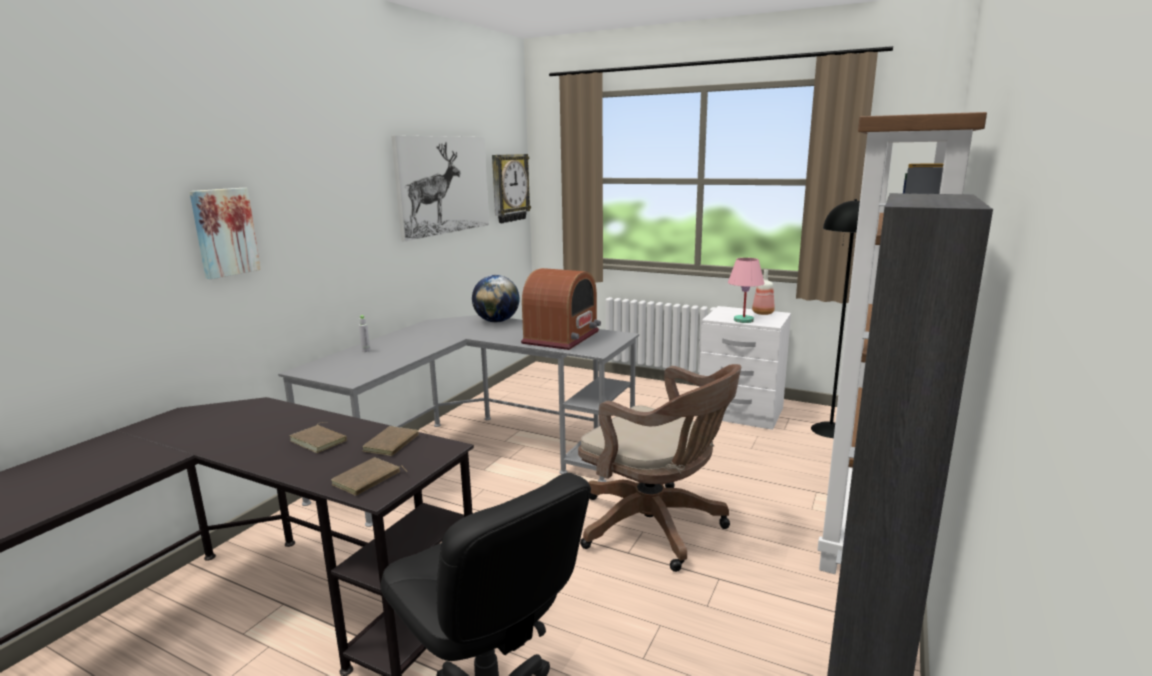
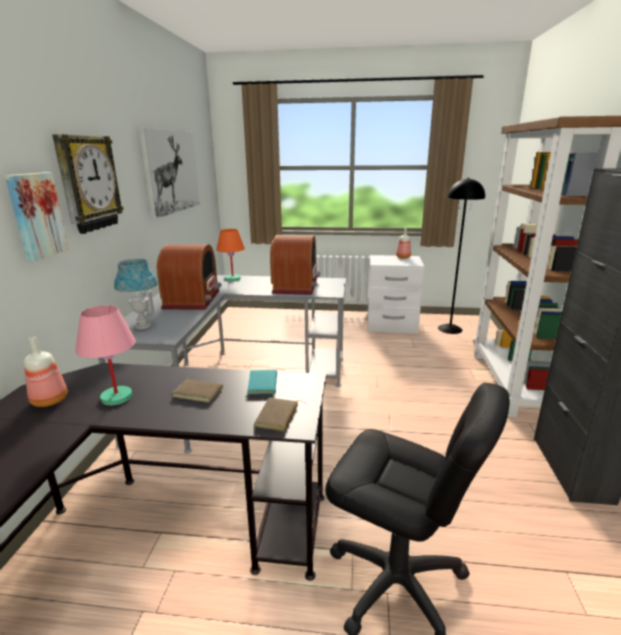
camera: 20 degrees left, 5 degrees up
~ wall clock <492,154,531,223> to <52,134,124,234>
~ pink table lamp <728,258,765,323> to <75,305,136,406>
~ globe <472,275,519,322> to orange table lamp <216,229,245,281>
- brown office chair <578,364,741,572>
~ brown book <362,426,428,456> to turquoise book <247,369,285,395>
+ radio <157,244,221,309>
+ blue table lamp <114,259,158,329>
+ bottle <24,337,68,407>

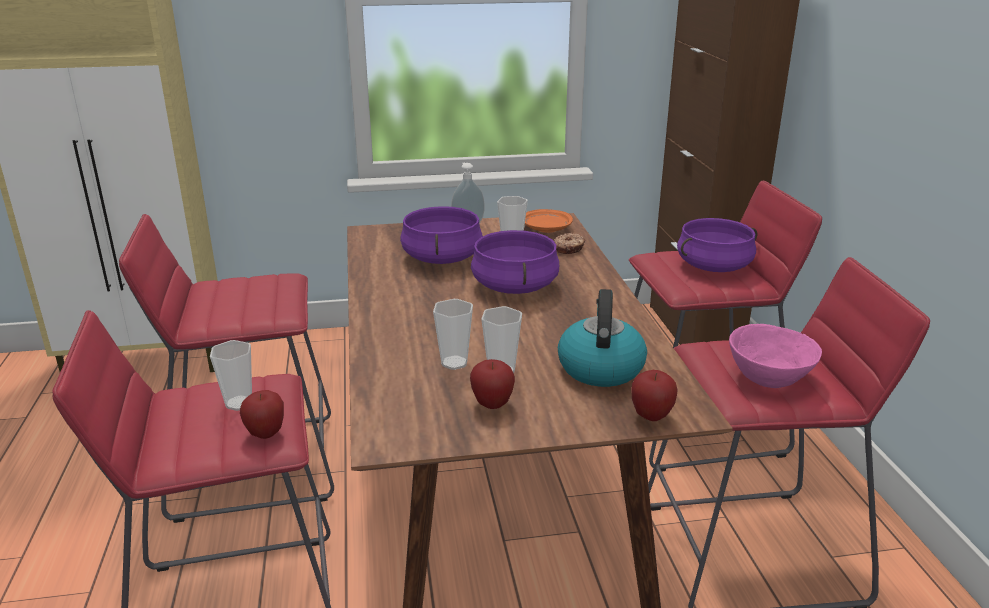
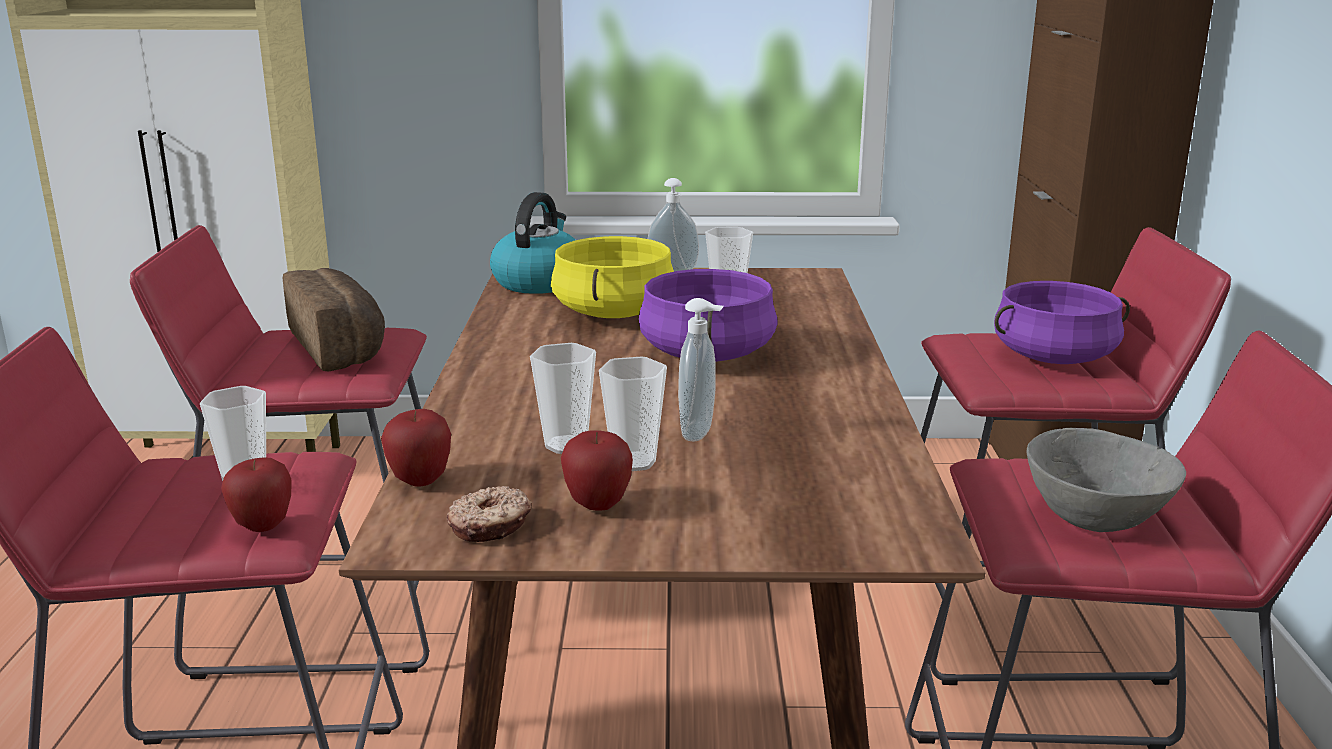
camera: 10 degrees right, 5 degrees down
~ purple cooking pot <400,206,483,264> to yellow cooking pot <551,236,674,318>
- orange plate <525,209,573,233>
~ donut <554,233,585,254> to <447,486,532,542>
~ kettle <558,289,647,387> to <490,192,575,294>
~ pink bowl <729,324,822,388> to grey bowl <1027,428,1186,532>
~ apple <632,370,677,421> to <381,409,451,487>
+ bread <283,268,385,371>
+ soap dispenser <678,298,724,441>

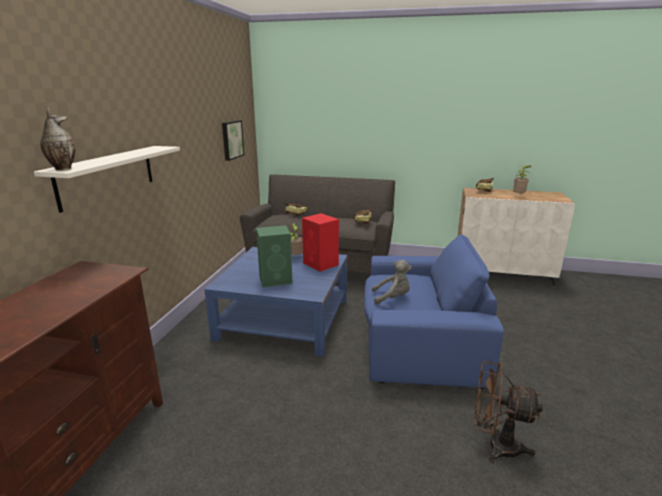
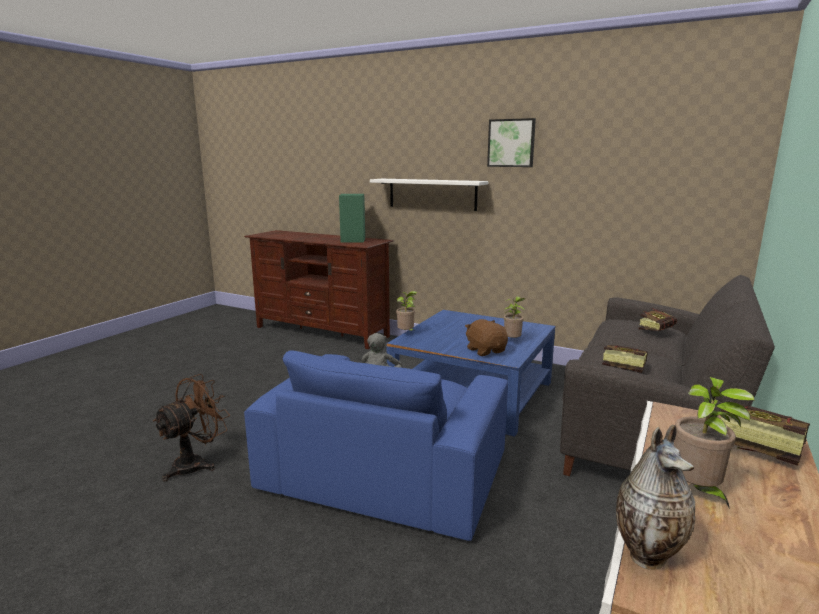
camera: 105 degrees right, 5 degrees down
~ vase <40,108,75,170> to <616,425,695,570>
~ picture <222,120,244,161> to <487,118,536,167>
~ red speaker <302,213,339,272> to brown plush toy <465,319,508,356>
~ green speaker <256,225,293,287> to <339,194,365,243>
+ potted plant <396,291,417,331>

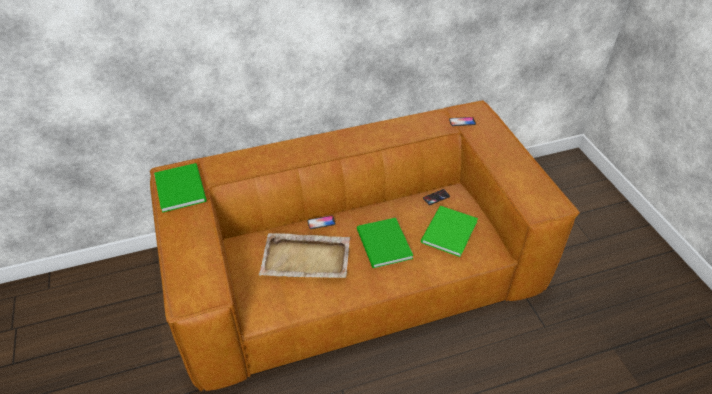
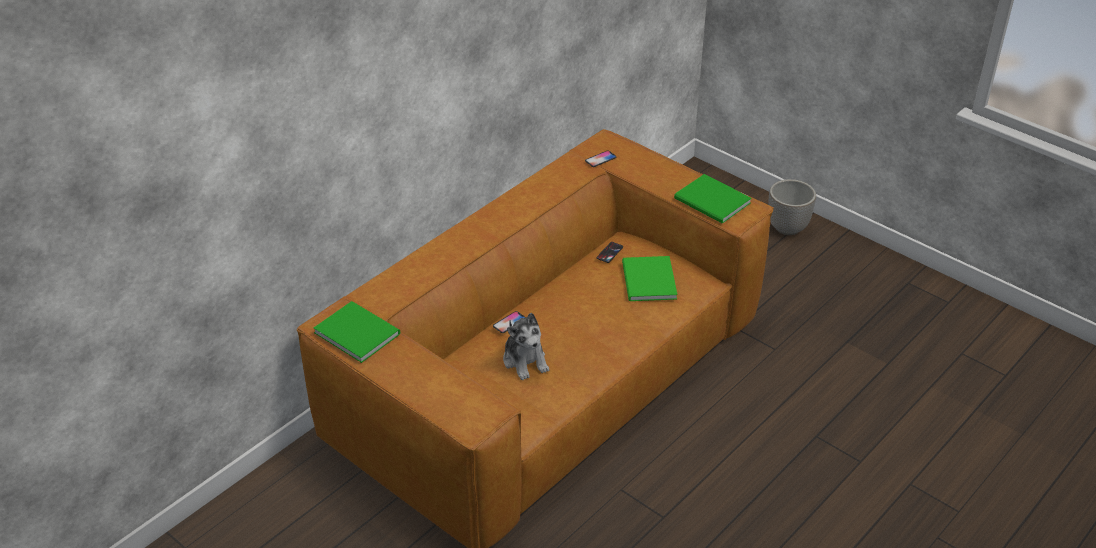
camera: 30 degrees left, 5 degrees down
~ green book <357,218,413,268> to <674,174,752,224>
~ beige tray <259,233,350,278> to plush toy <503,313,549,380>
+ planter <768,179,816,235>

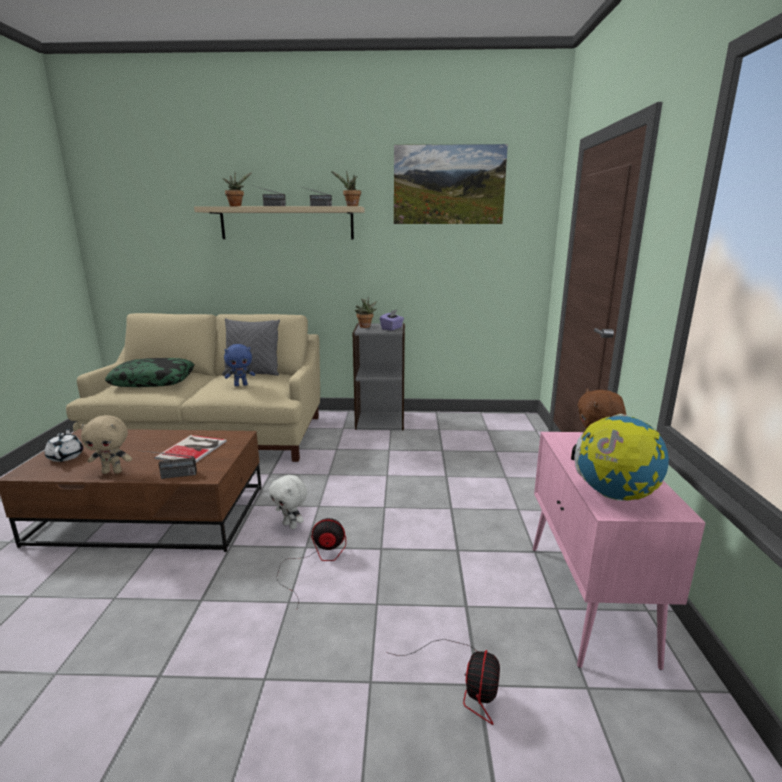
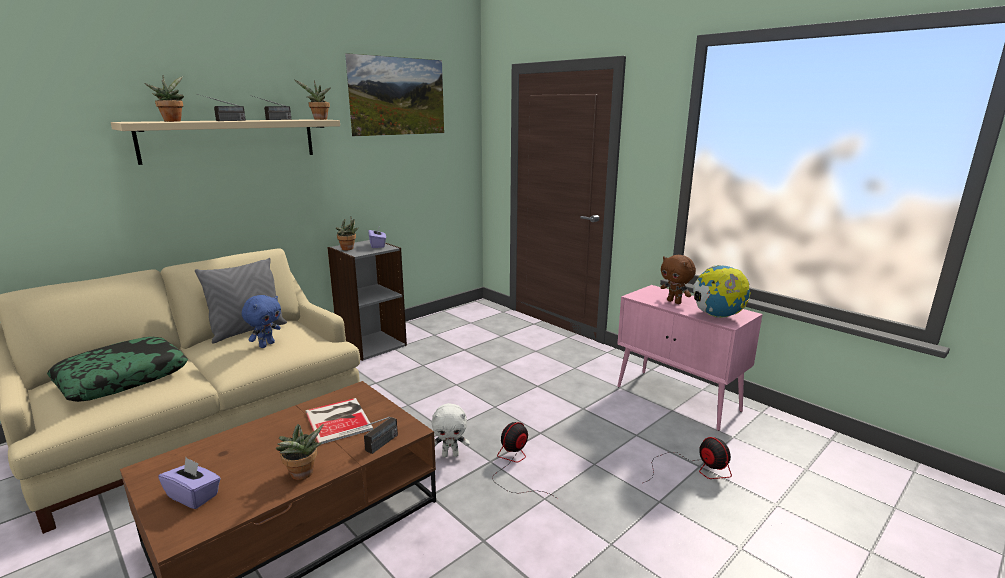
camera: 45 degrees left, 0 degrees up
~ beige plush toy <79,415,132,474> to potted plant <276,424,324,480>
~ white teapot <45,428,83,462> to purple tissue box <158,457,221,509>

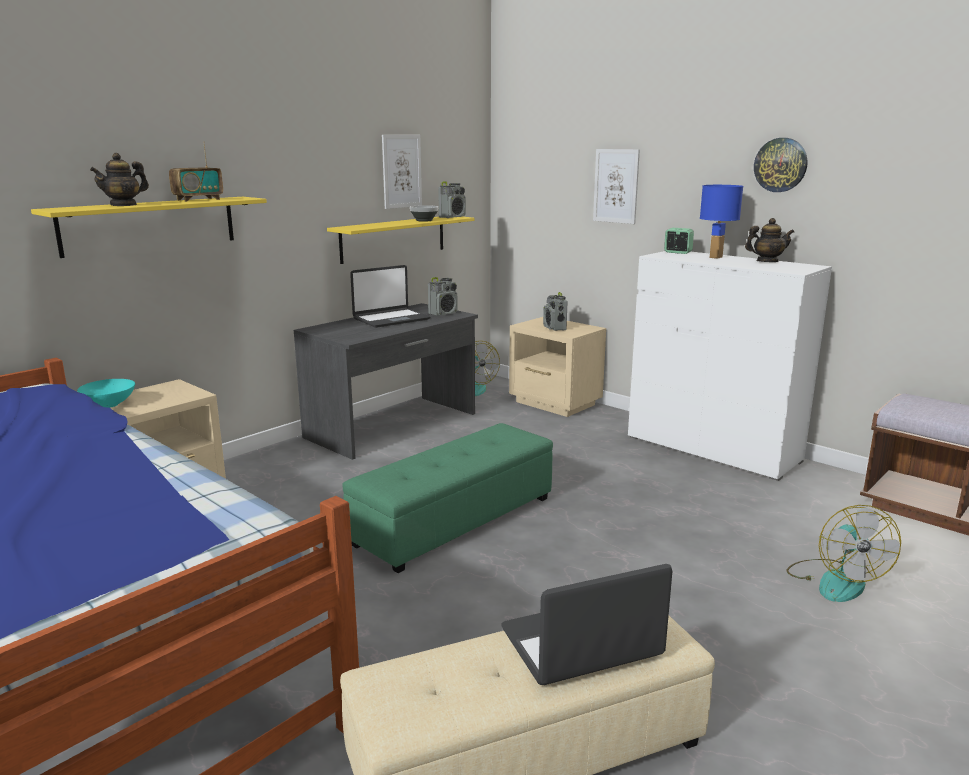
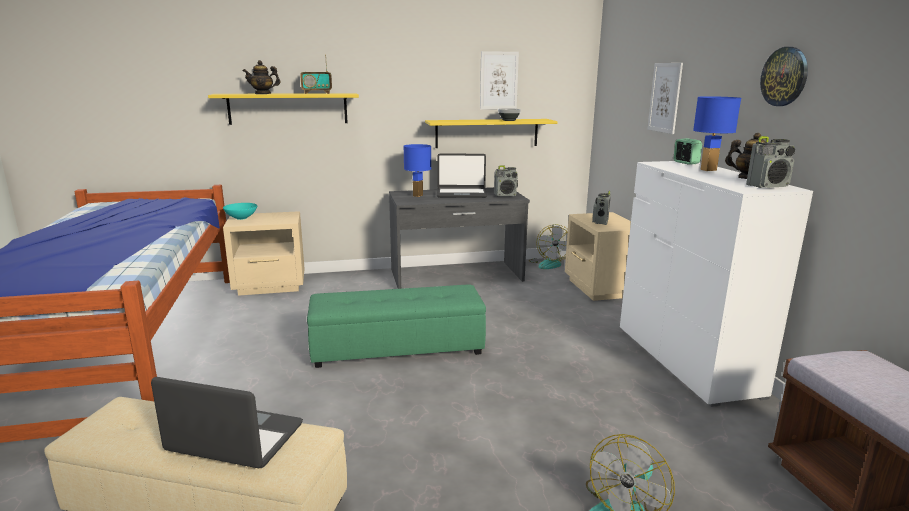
camera: 35 degrees right, 0 degrees up
~ radio <438,181,466,218> to <746,136,795,188>
+ blue table lamp <403,144,431,197>

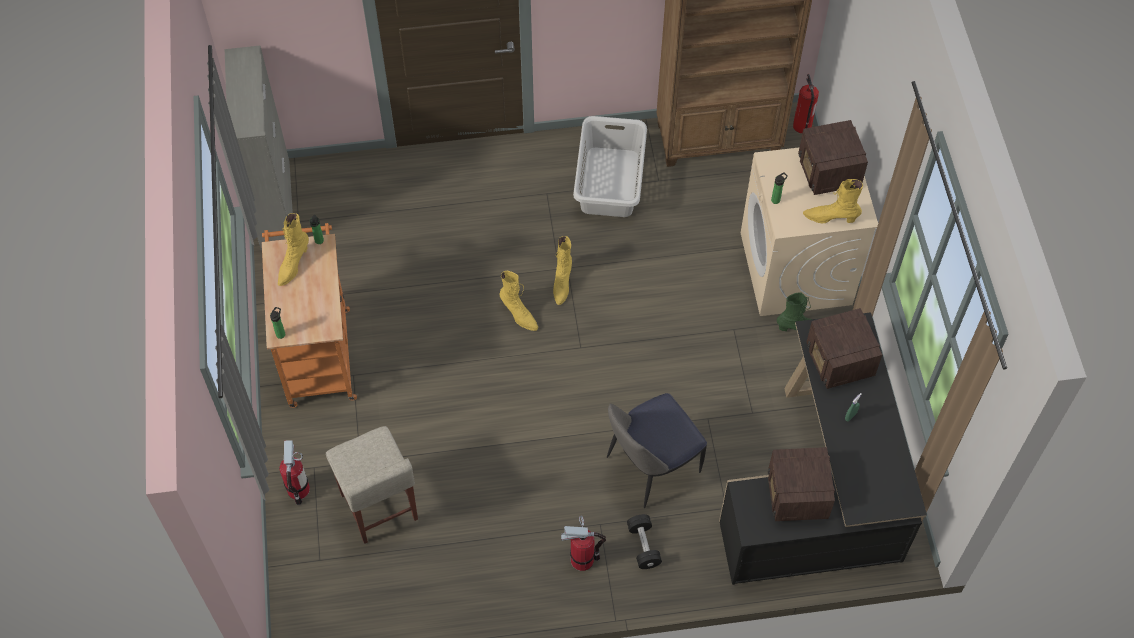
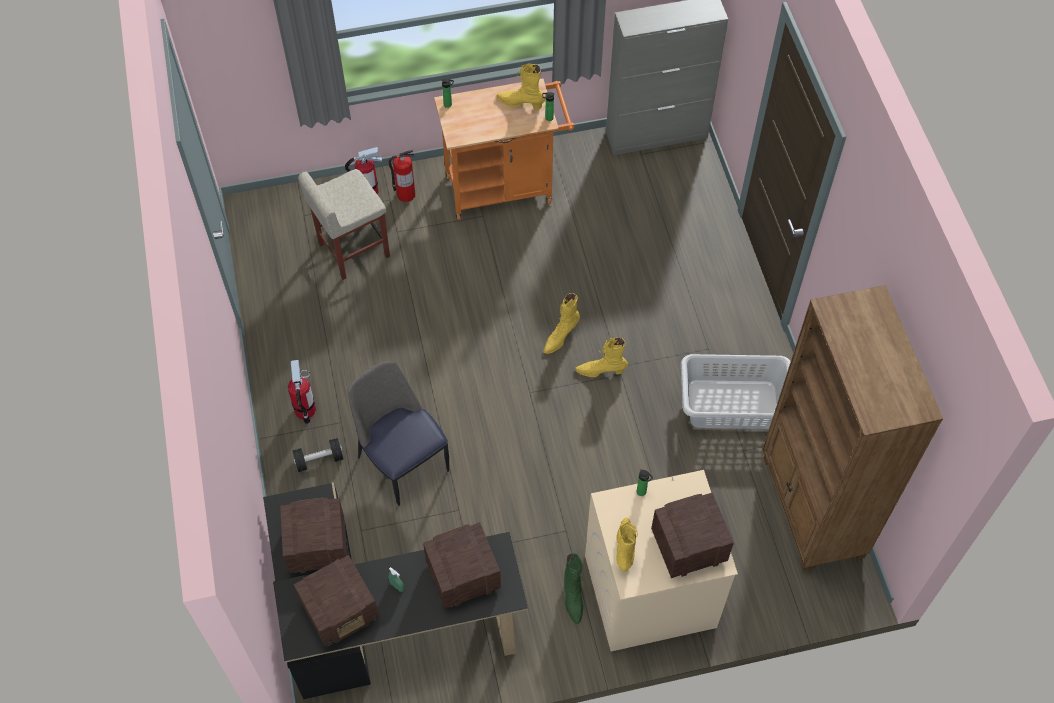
camera: 85 degrees right, 0 degrees up
~ fire extinguisher <793,74,819,133> to <388,150,415,202>
+ radio <294,555,379,647>

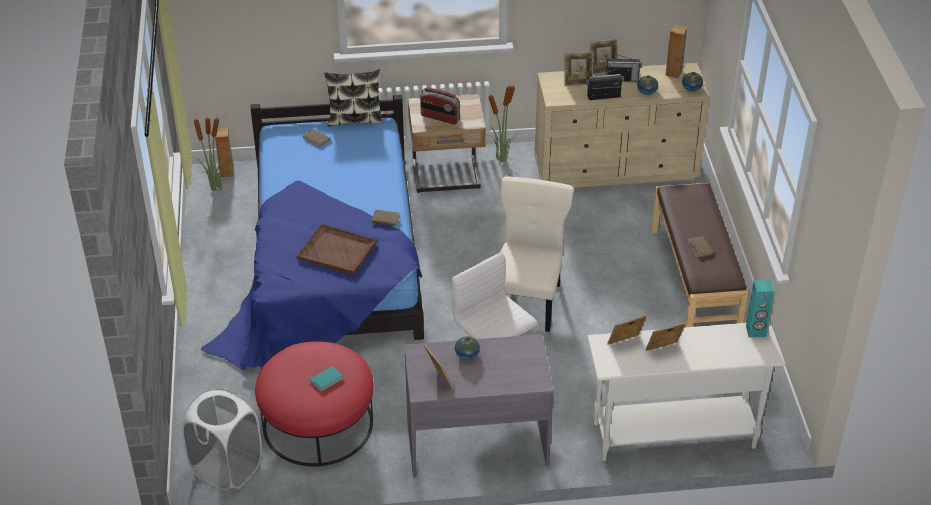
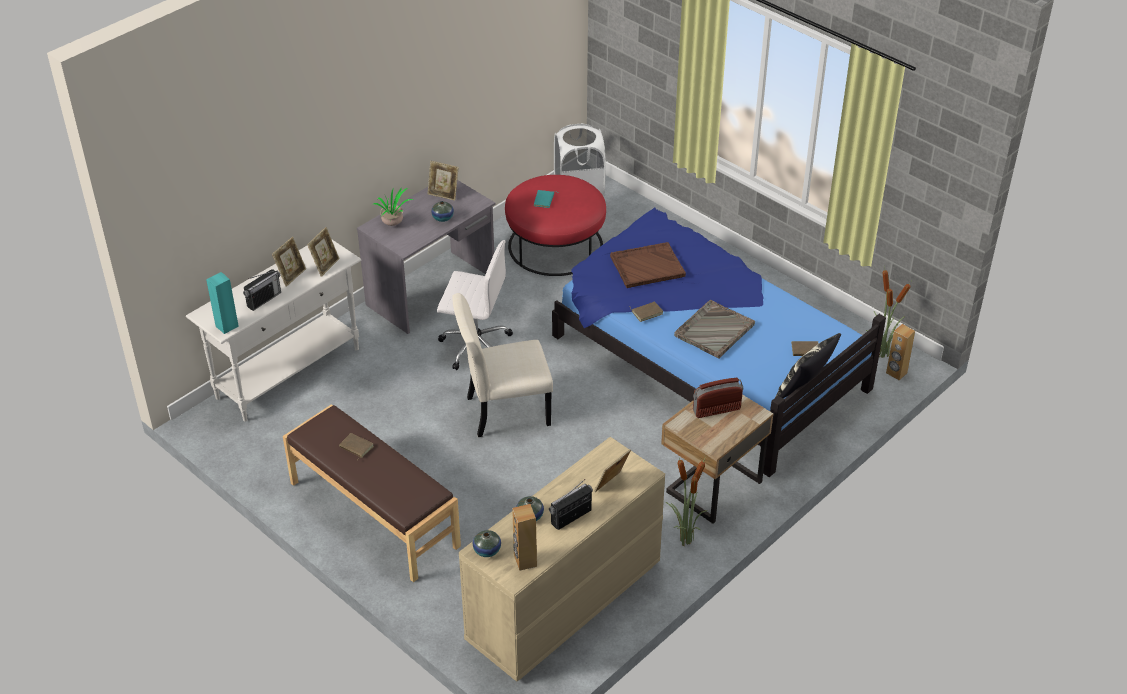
camera: 140 degrees right, 0 degrees up
- picture frame <590,39,618,75>
~ radio <586,68,624,100> to <243,270,281,311>
~ beige chair <500,176,573,332> = <452,293,553,437> 105 degrees clockwise
+ potted plant <372,187,413,226>
+ grey tray <674,300,755,359>

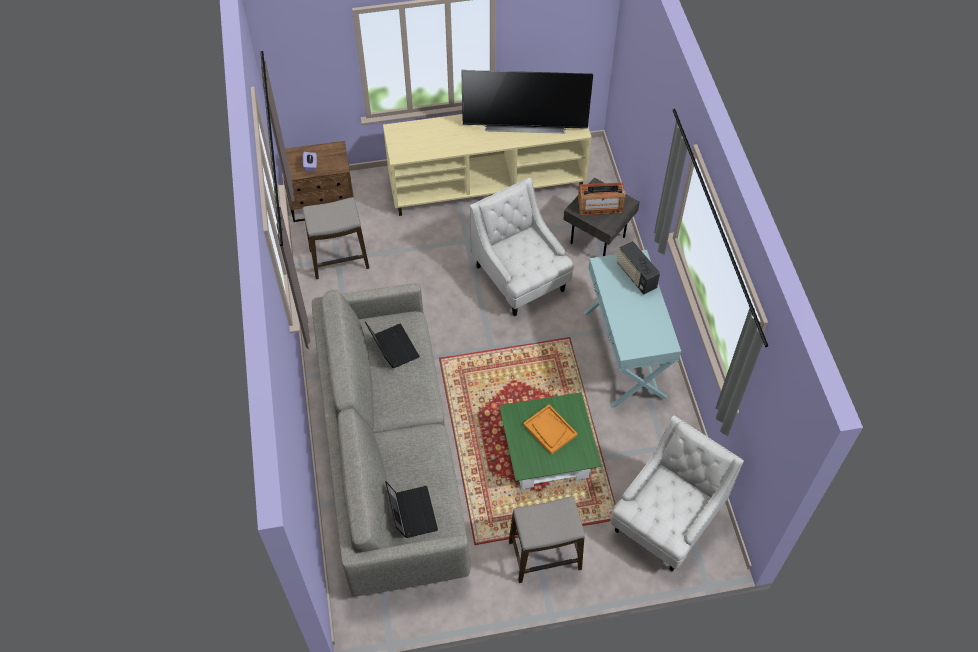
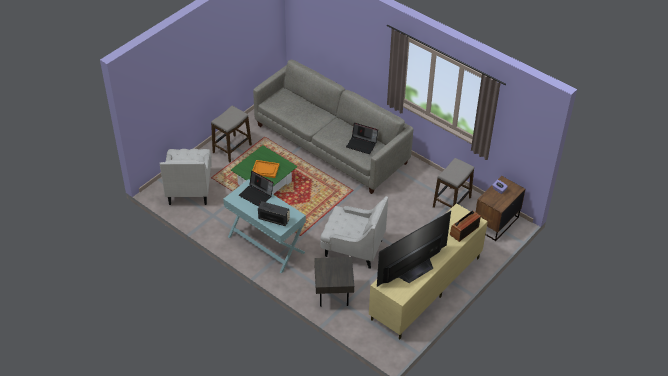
camera: 140 degrees right, 10 degrees down
~ radio <578,182,625,215> to <450,211,481,242>
~ laptop <385,481,438,538> to <239,171,274,207>

